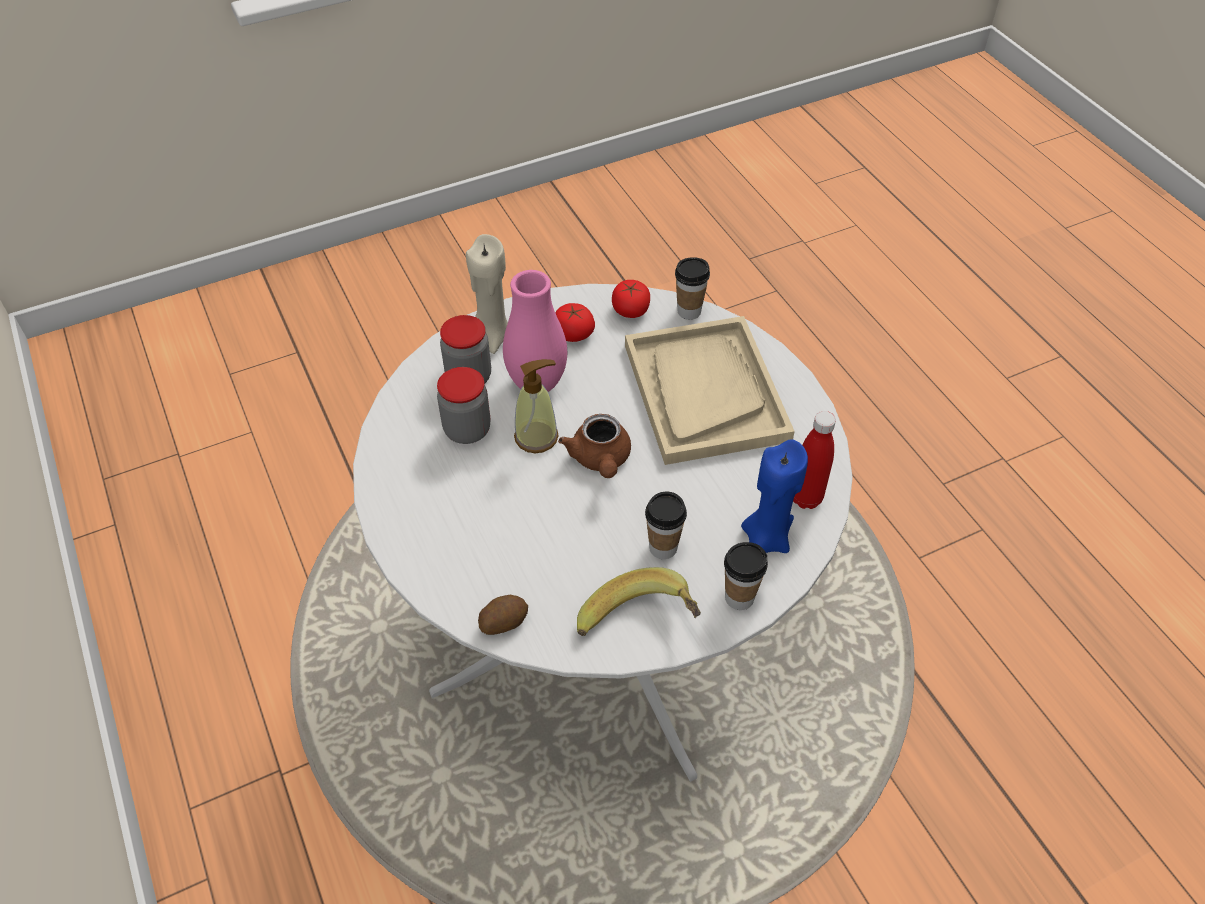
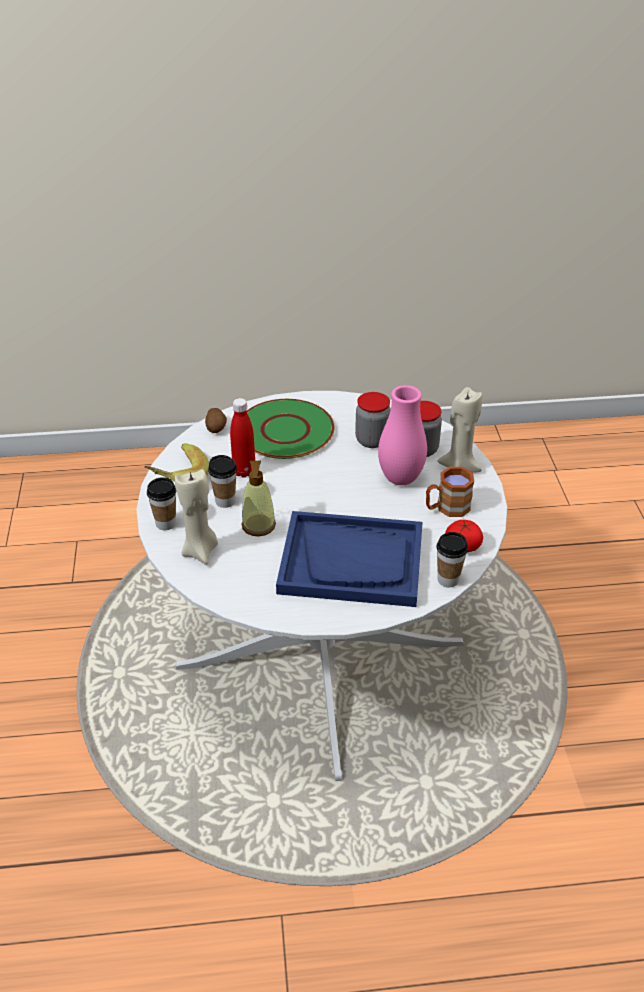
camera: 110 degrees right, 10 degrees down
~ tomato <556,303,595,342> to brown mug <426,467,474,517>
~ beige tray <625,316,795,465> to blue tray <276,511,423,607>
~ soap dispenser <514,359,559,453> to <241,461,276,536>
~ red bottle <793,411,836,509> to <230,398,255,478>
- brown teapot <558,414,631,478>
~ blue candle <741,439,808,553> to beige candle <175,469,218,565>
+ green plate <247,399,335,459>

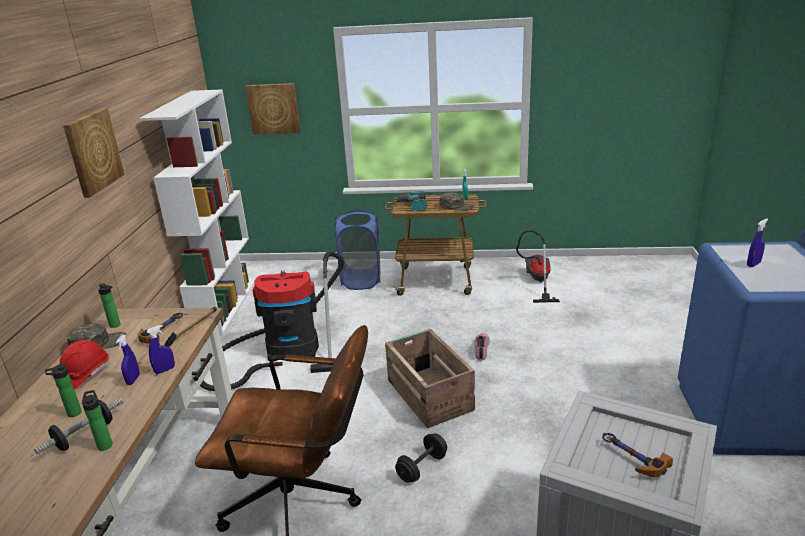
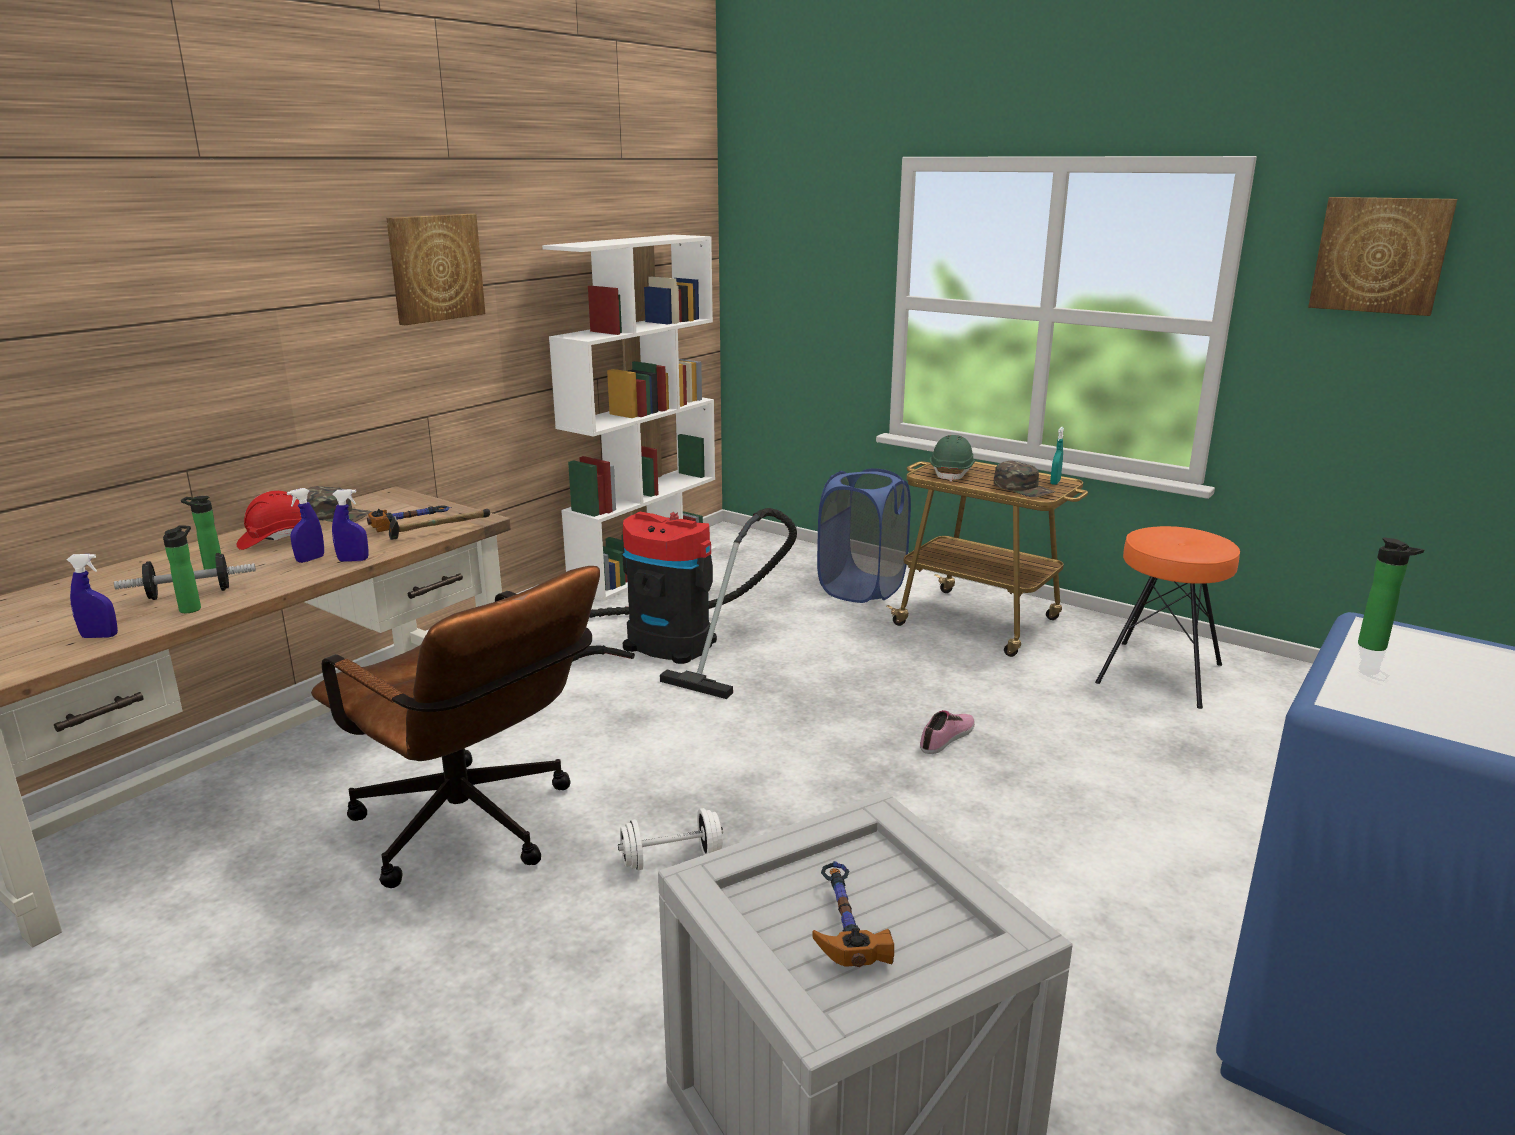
camera: 30 degrees right, 5 degrees down
~ picture <245,83,301,135> to <1308,197,1458,316>
~ power drill <394,191,427,211> to green hard hat <930,435,975,482>
~ blue spray bottle <747,219,768,267> to <67,554,118,638>
~ vacuum cleaner <516,230,560,303> to orange stool <1095,526,1240,709>
~ bottle <98,283,121,328> to <1358,538,1424,651>
- crate <385,329,475,428>
~ black dumbbell <395,433,447,483> to white dumbbell <618,808,723,871>

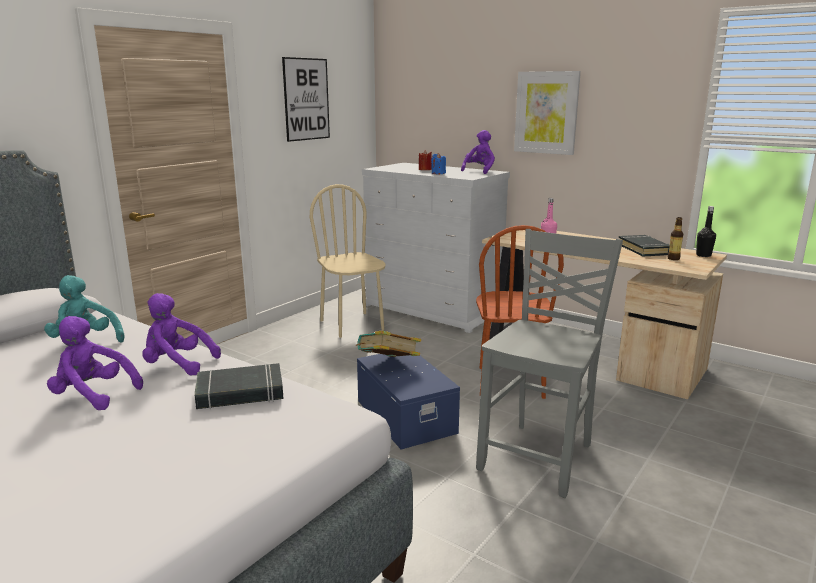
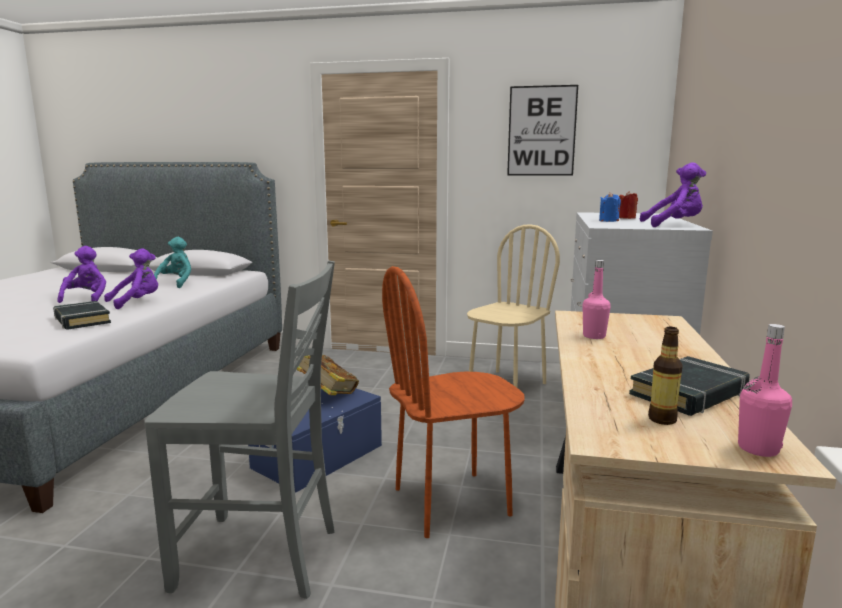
camera: 65 degrees right, 5 degrees down
- picture <514,71,581,155>
~ black bottle <696,206,716,257> to pink bottle <738,324,792,457>
~ purple plush toy <143,293,221,376> = <104,249,158,309> 60 degrees clockwise

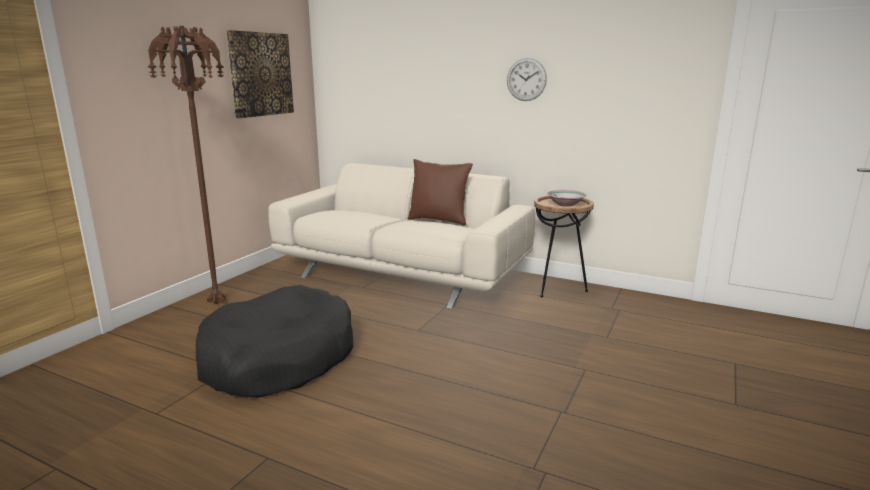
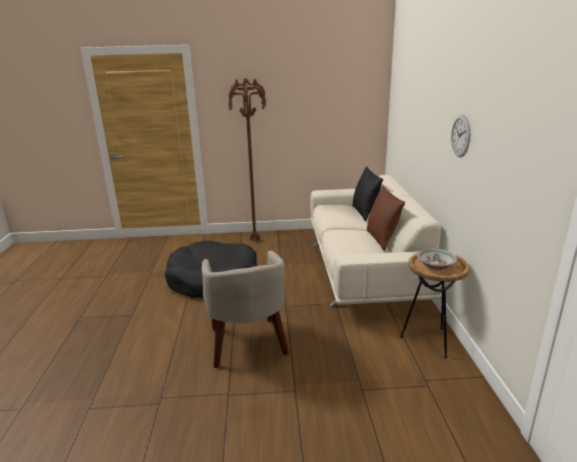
camera: 60 degrees right, 5 degrees up
- picture <226,30,294,118>
+ black pillow <353,166,383,221>
+ beige armchair <202,250,289,368>

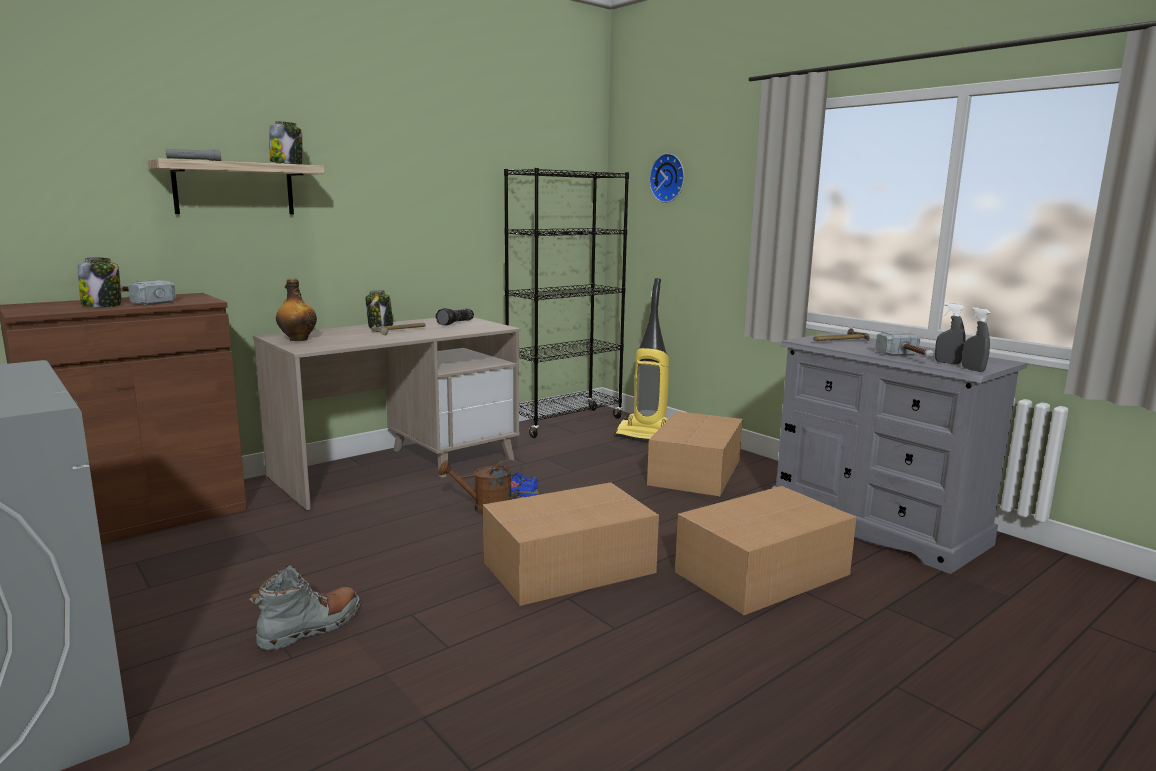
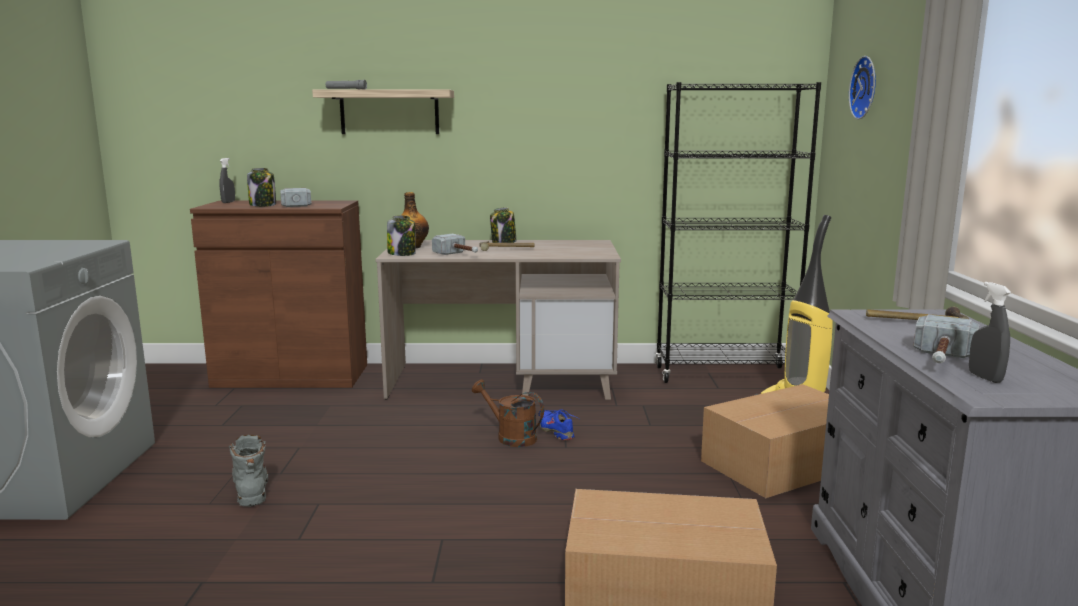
camera: 40 degrees right, 0 degrees up
~ jar <269,121,303,165> to <387,215,416,256>
~ grey spray bottle <962,307,990,372> to <220,158,235,203>
- flashlight <436,308,474,326>
- cardboard box <483,482,659,606>
~ grey boot <249,565,360,651> = <229,435,268,507> 105 degrees counterclockwise
+ hammer <432,234,478,255>

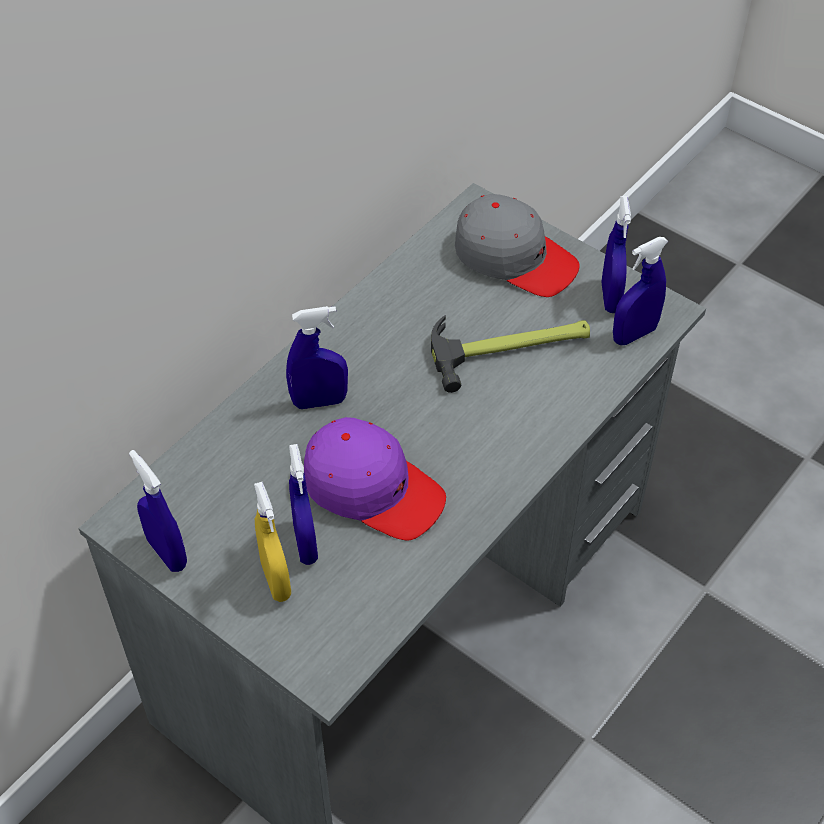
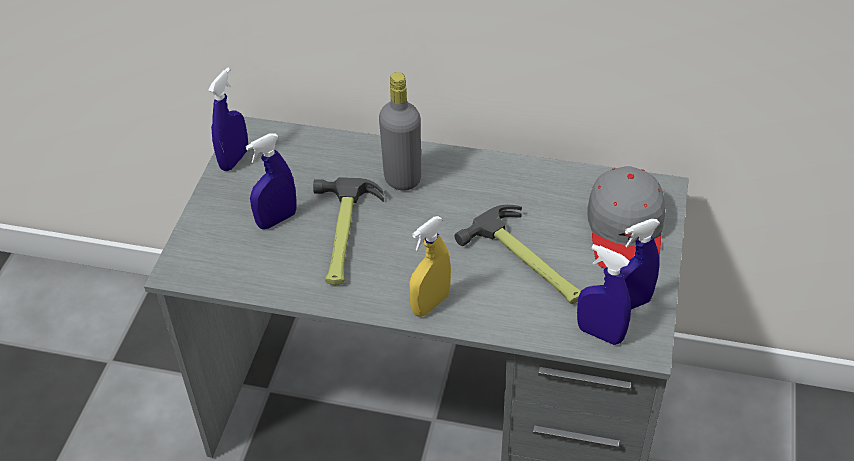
camera: 65 degrees right, 5 degrees down
~ blue spray bottle <286,306,348,409> to grey bottle <379,72,421,191>
~ purple cap <304,417,446,540> to hammer <313,177,384,285>
~ yellow spray bottle <254,482,291,602> to <409,216,451,317>

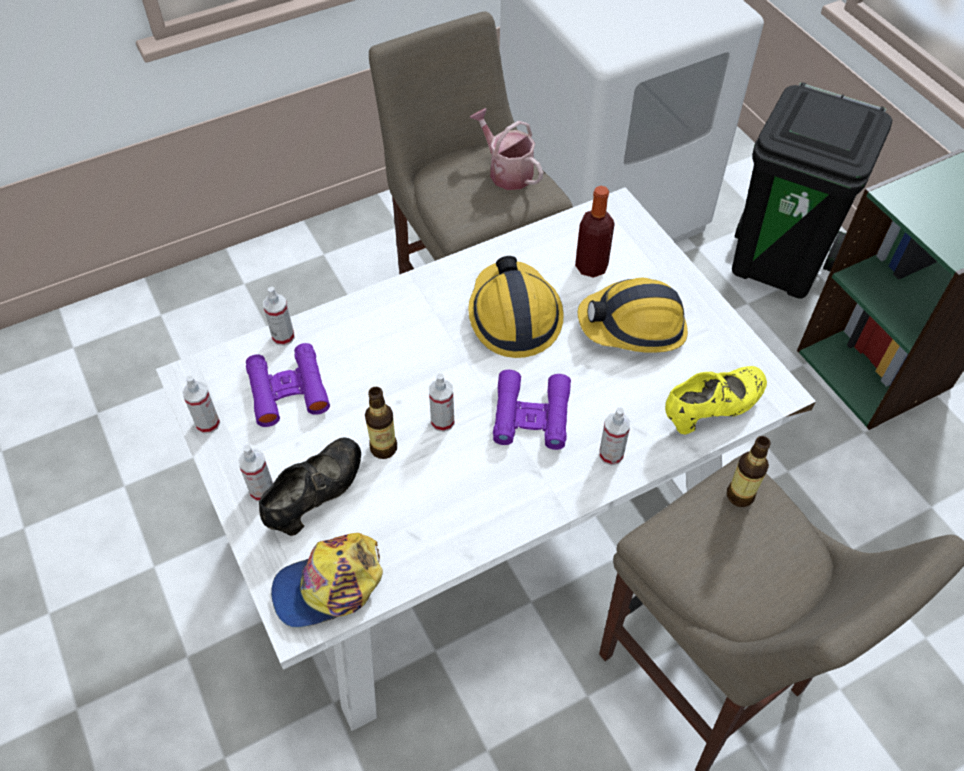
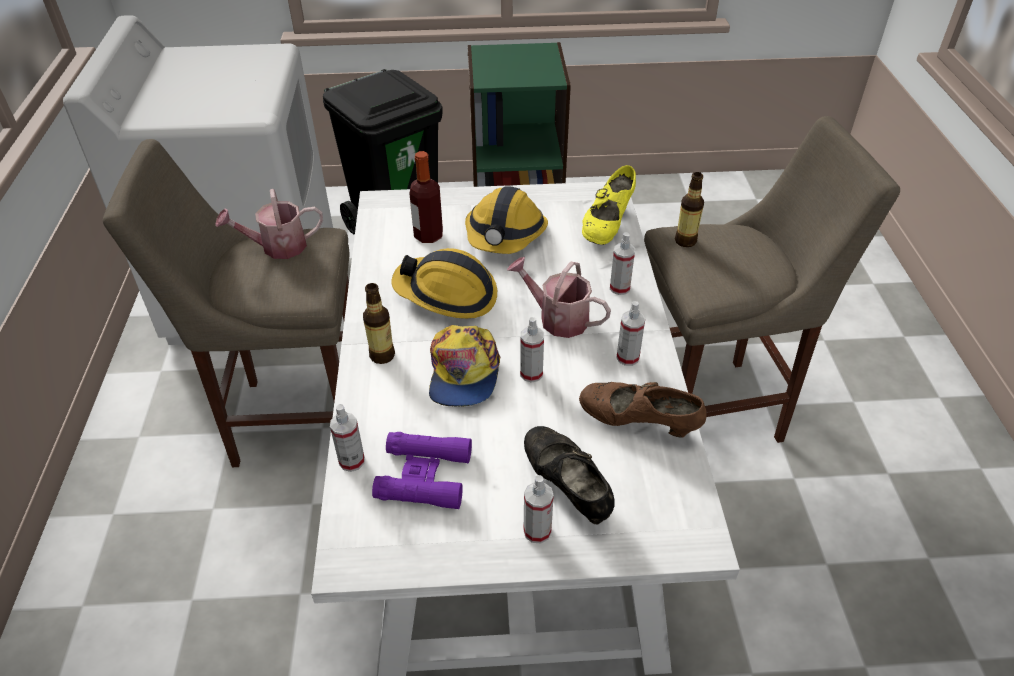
camera: 65 degrees left, 10 degrees down
~ yellow shoe <665,366,767,435> = <582,165,636,245> 150 degrees counterclockwise
~ purple binoculars <493,370,571,450> to watering can <507,257,611,338>
~ spray bottle <182,375,220,434> to <616,301,645,366>
~ bottle <365,387,397,459> to <363,283,395,364>
~ cap <271,533,383,628> to <429,325,501,406>
+ brown shoe <579,382,706,437>

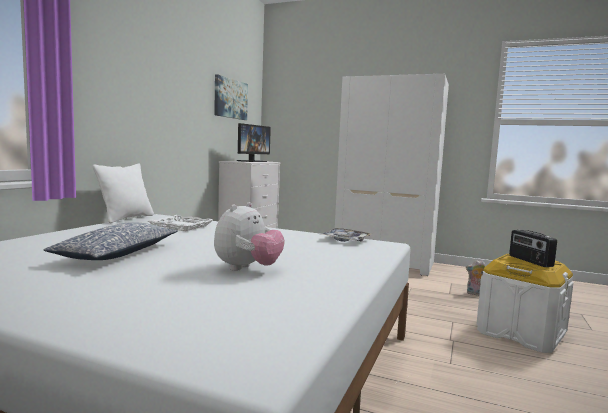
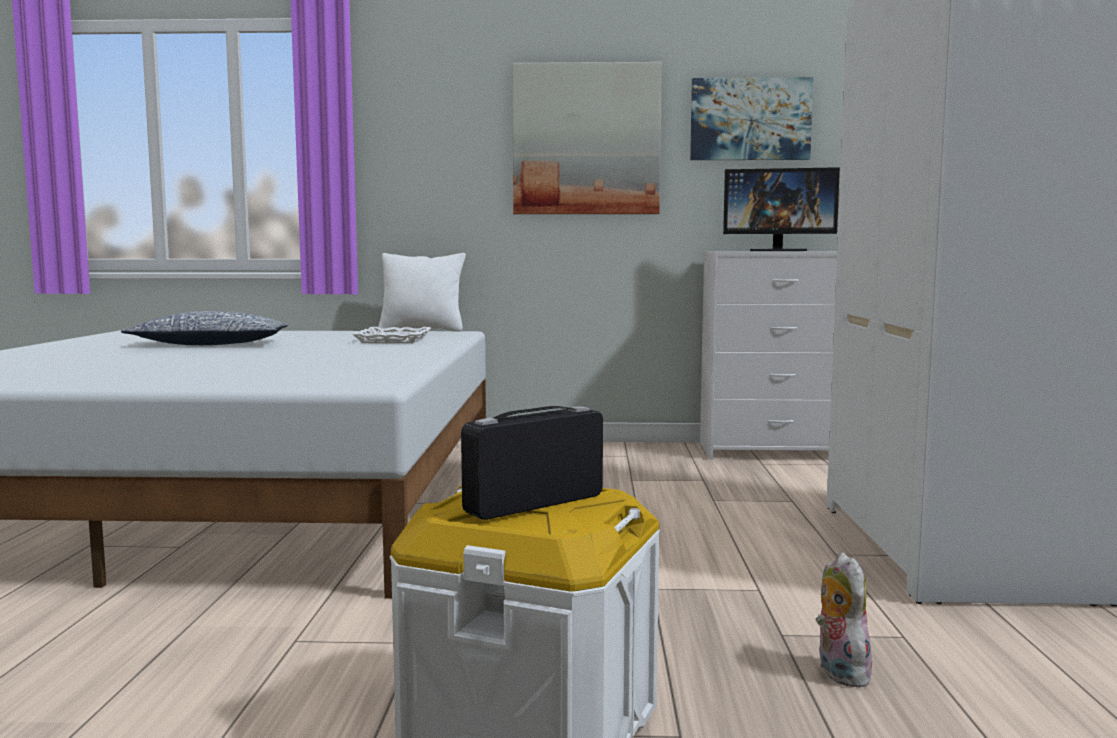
camera: 70 degrees right, 0 degrees up
- plush toy <214,202,285,271>
- tray <321,228,372,242>
+ picture <512,62,662,214>

